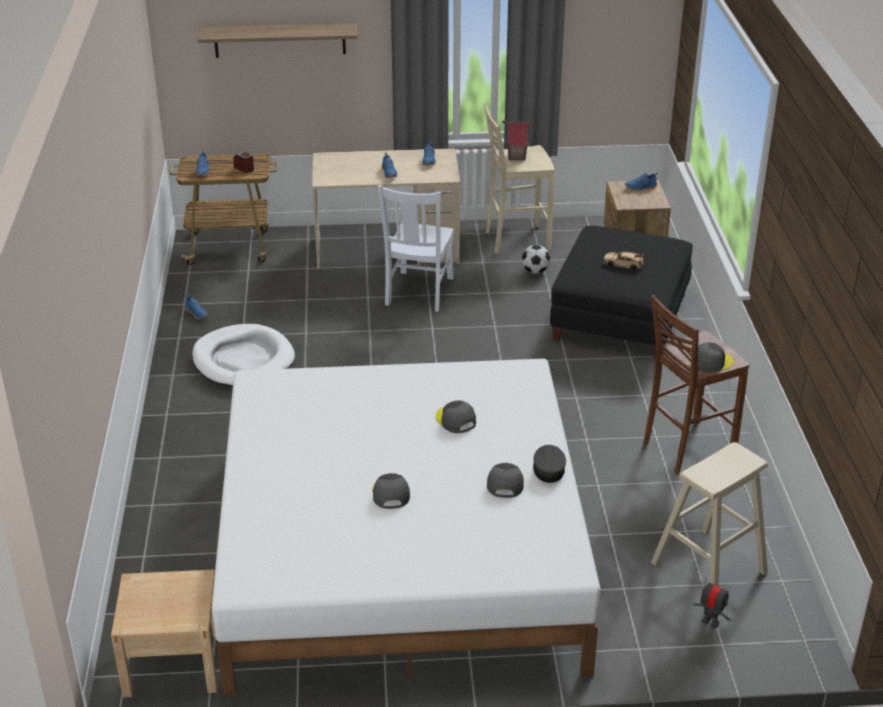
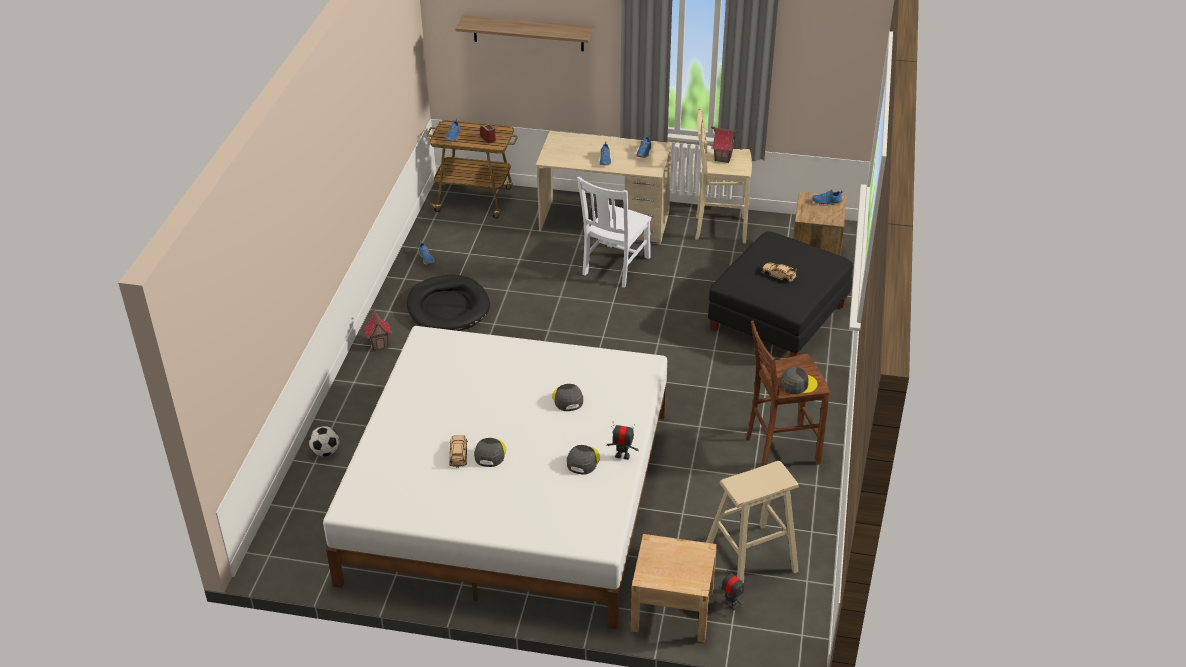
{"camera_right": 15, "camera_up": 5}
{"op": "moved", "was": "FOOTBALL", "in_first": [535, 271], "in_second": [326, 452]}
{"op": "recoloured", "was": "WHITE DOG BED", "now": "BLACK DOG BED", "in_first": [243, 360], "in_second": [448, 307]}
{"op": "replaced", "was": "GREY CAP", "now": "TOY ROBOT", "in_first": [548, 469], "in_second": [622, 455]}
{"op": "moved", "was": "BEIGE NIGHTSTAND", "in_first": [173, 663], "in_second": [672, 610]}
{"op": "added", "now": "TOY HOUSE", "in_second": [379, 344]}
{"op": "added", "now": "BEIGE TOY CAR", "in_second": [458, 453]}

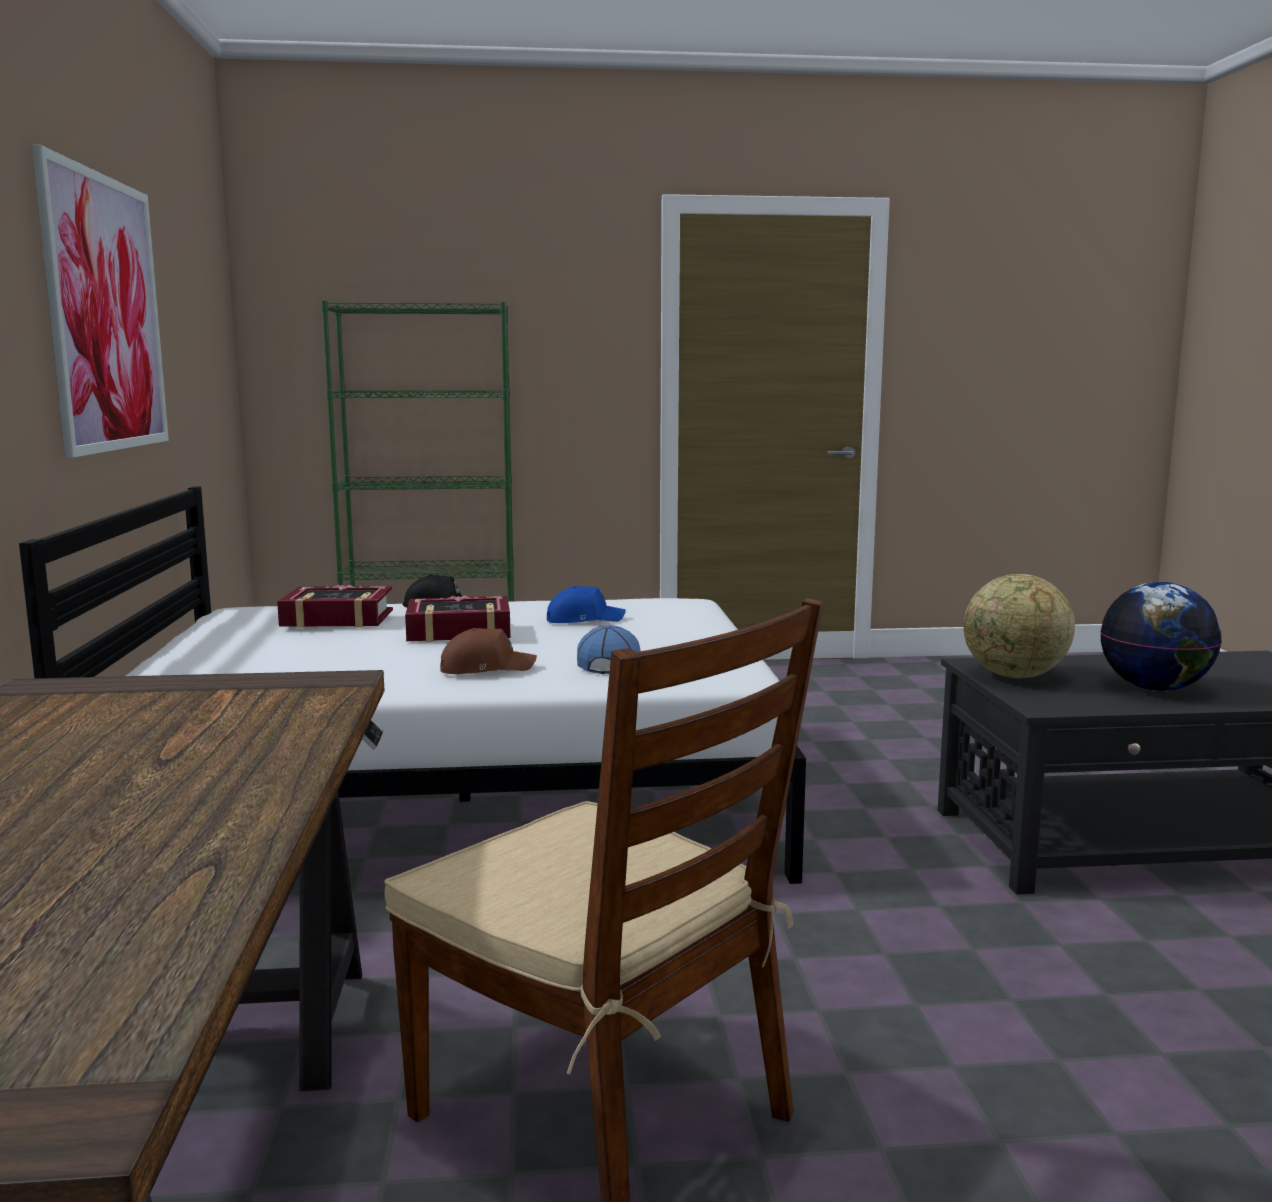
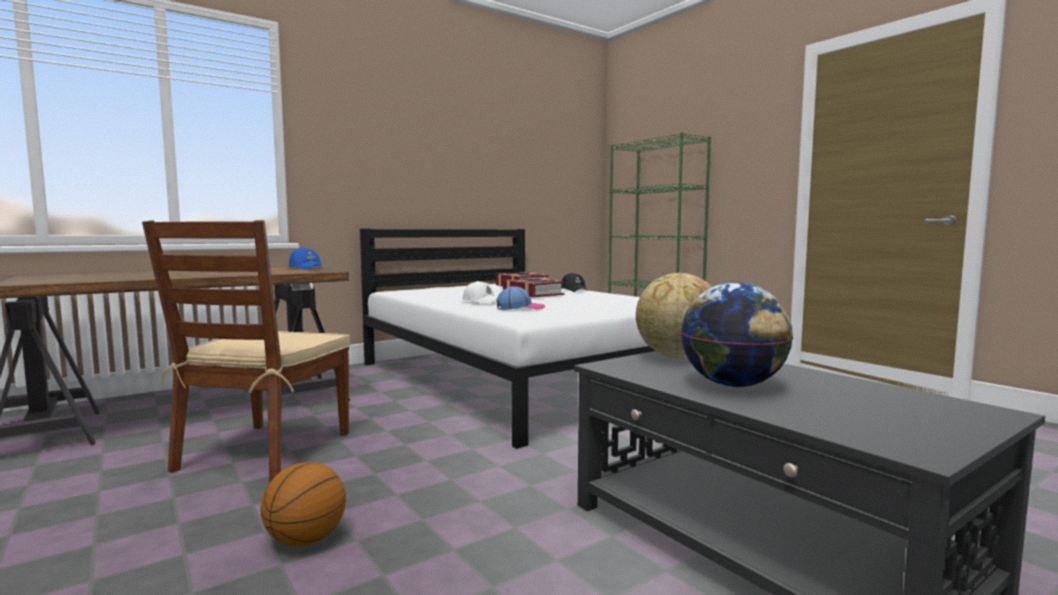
{"camera_right": 60, "camera_up": -5}
{"op": "removed", "was": "PICTURE", "in_first": [106, 313]}
{"op": "moved", "was": "BLUE CAP", "in_first": [583, 619], "in_second": [306, 268]}
{"op": "recoloured", "was": "BROWN CAP", "now": "WHITE CAP", "in_first": [486, 668], "in_second": [481, 301]}
{"op": "added", "now": "BASKETBALL", "in_second": [305, 540]}

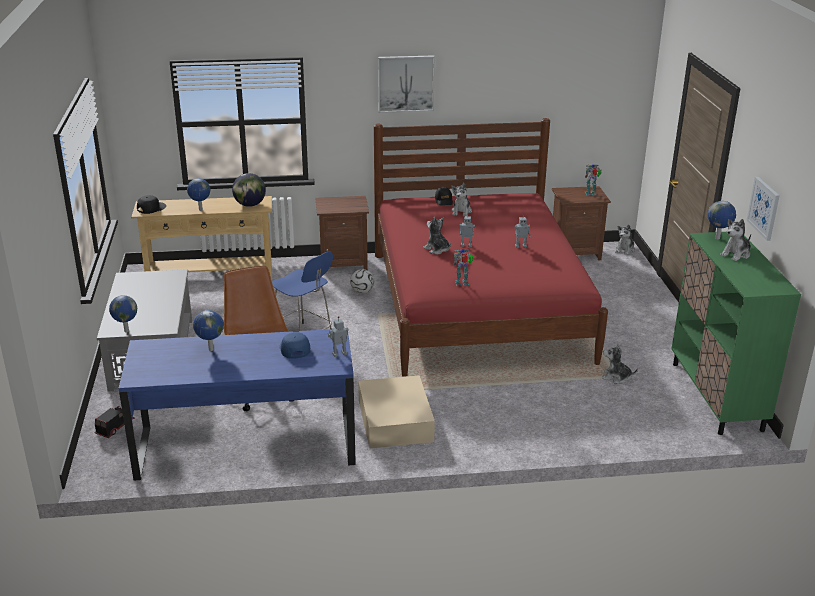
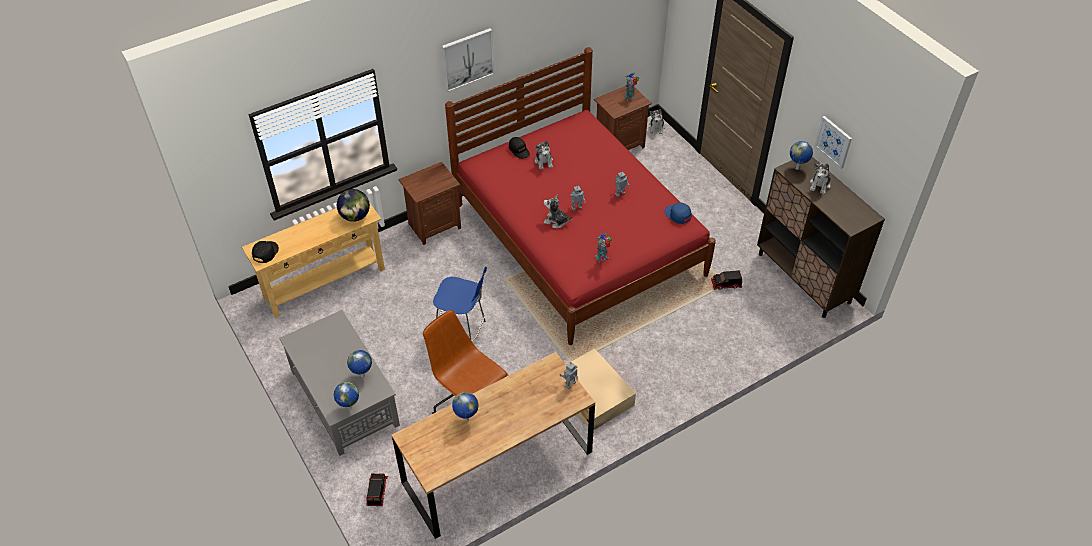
{"camera_right": -25, "camera_up": 20}
{"op": "moved", "was": "GLOBE", "in_first": [200, 210], "in_second": [362, 376]}
{"op": "recoloured", "was": "GREEN CABINET", "now": "BROWN CABINET", "in_first": [716, 396], "in_second": [804, 278]}
{"op": "removed", "was": "FOOTBALL", "in_first": [362, 291]}
{"op": "recoloured", "was": "BLUE DESK", "now": "BROWN DESK", "in_first": [246, 446], "in_second": [497, 467]}
{"op": "moved", "was": "BLUE CAP", "in_first": [294, 349], "in_second": [677, 214]}
{"op": "replaced", "was": "PLUSH TOY", "now": "TOY TRUCK", "in_first": [616, 377], "in_second": [726, 284]}

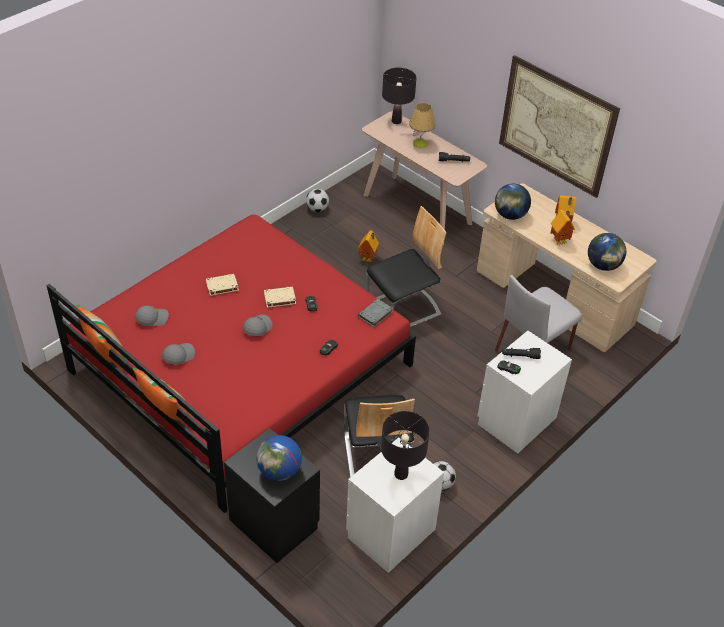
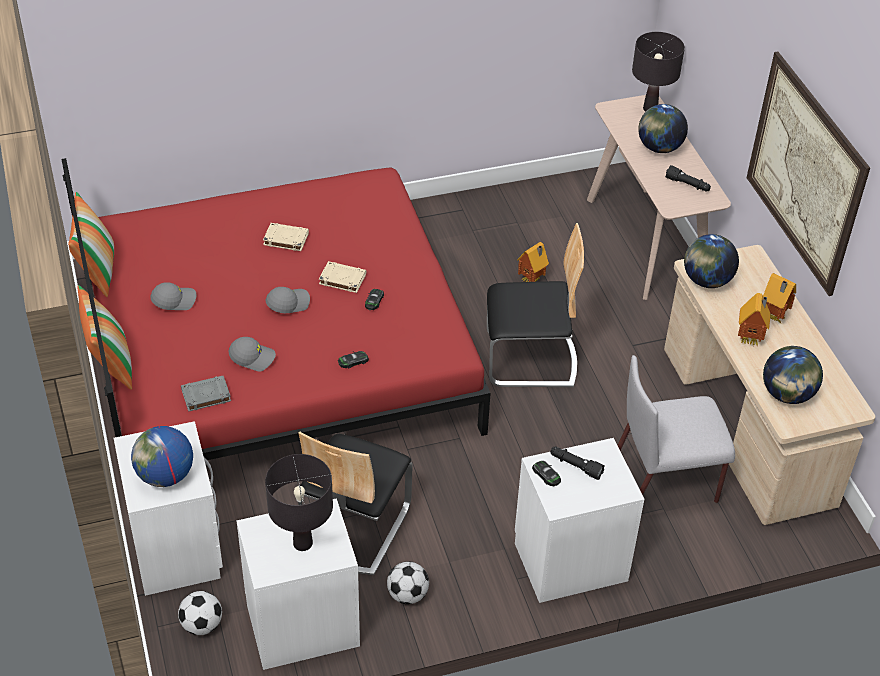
{"camera_right": 30, "camera_up": 0}
{"op": "replaced", "was": "TABLE LAMP", "now": "GLOBE", "in_first": [420, 144], "in_second": [659, 148]}
{"op": "moved", "was": "FOOTBALL", "in_first": [317, 209], "in_second": [202, 625]}
{"op": "moved", "was": "GREY BOOK", "in_first": [375, 315], "in_second": [205, 396]}
{"op": "moved", "was": "GREY CAP", "in_first": [152, 318], "in_second": [253, 357]}
{"op": "recoloured", "was": "BLACK NIGHTSTAND", "now": "WHITE NIGHTSTAND", "in_first": [274, 523], "in_second": [177, 549]}

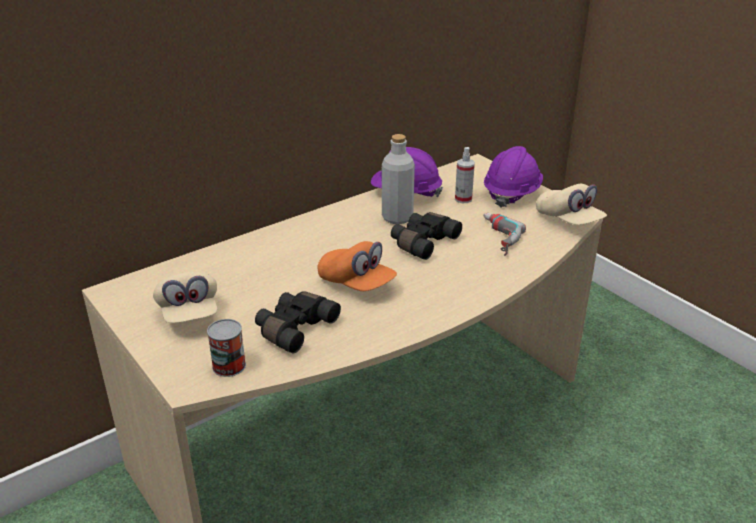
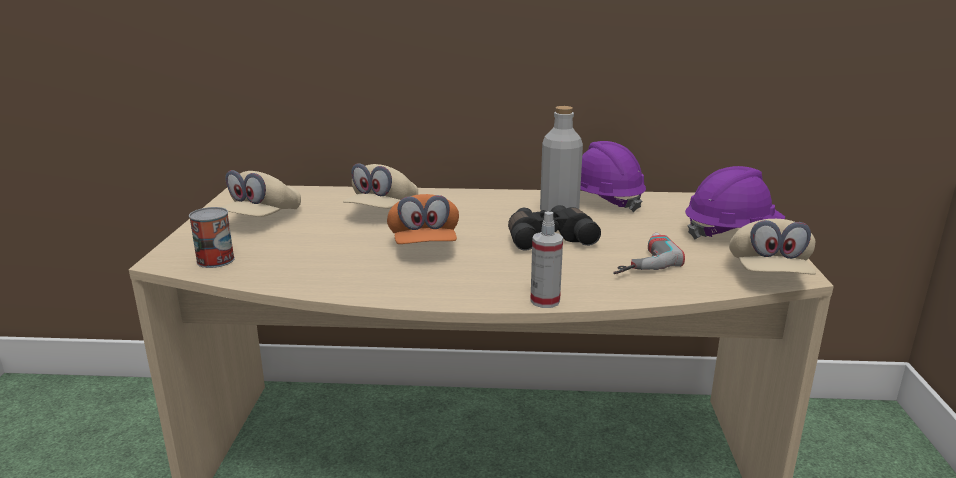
{"camera_right": 40, "camera_up": -10}
{"op": "moved", "was": "SPRAY BOTTLE", "in_first": [463, 199], "in_second": [545, 301]}
{"op": "removed", "was": "BLACK BINOCULARS", "in_first": [294, 328]}
{"op": "added", "now": "BEIGE CAP", "in_second": [382, 211]}

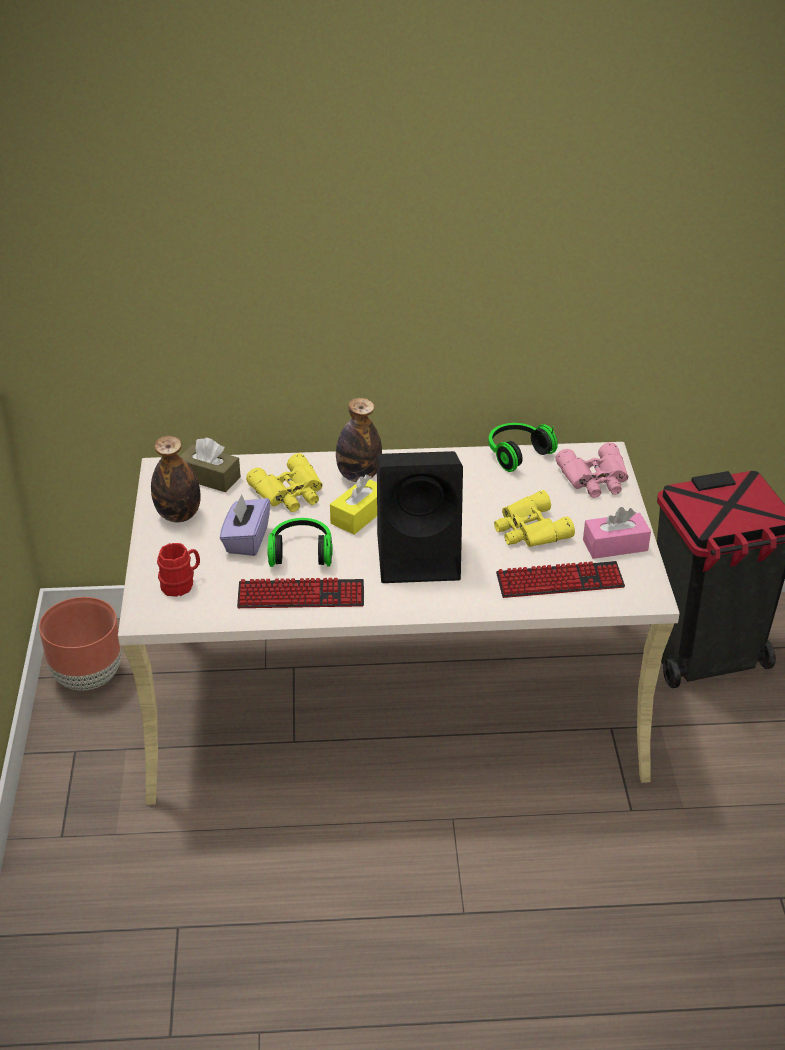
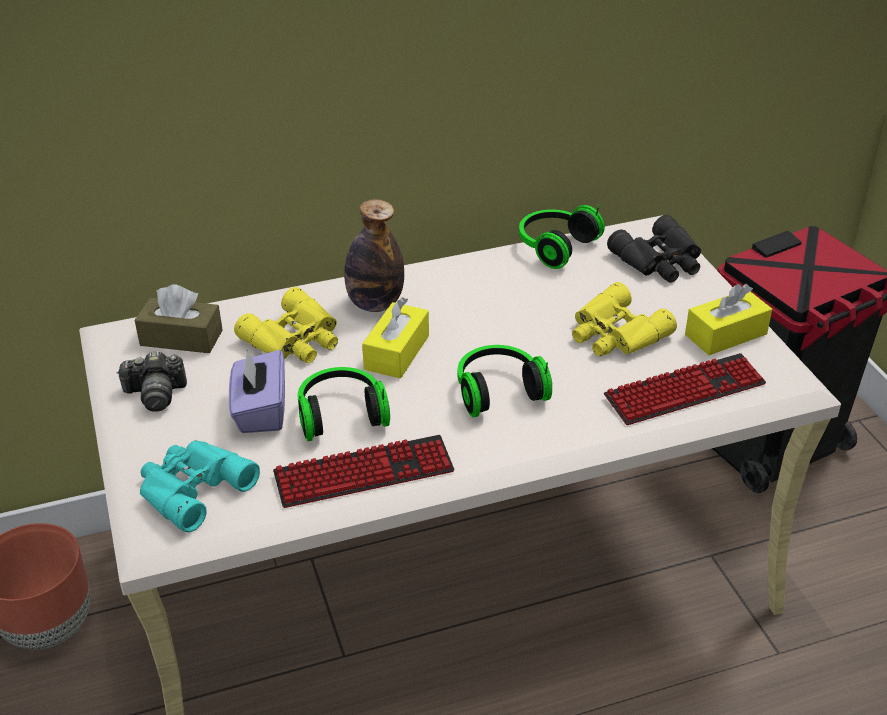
{"camera_right": -15, "camera_up": 0}
{"op": "replaced", "was": "BOTTLE", "now": "PHOTO CAMERA", "in_first": [178, 515], "in_second": [156, 394]}
{"op": "recoloured", "was": "PINK BINOCULARS", "now": "BLACK BINOCULARS", "in_first": [595, 479], "in_second": [660, 261]}
{"op": "replaced", "was": "BLACK SPEAKER", "now": "HEADPHONES", "in_first": [421, 556], "in_second": [498, 391]}
{"op": "recoloured", "was": "PINK TISSUE BOX", "now": "YELLOW TISSUE BOX", "in_first": [615, 545], "in_second": [726, 334]}
{"op": "replaced", "was": "RED MUG", "now": "TURQUOISE BINOCULARS", "in_first": [181, 583], "in_second": [191, 488]}

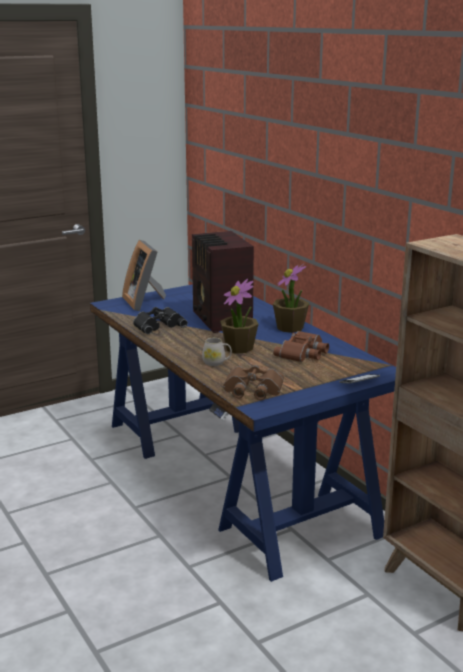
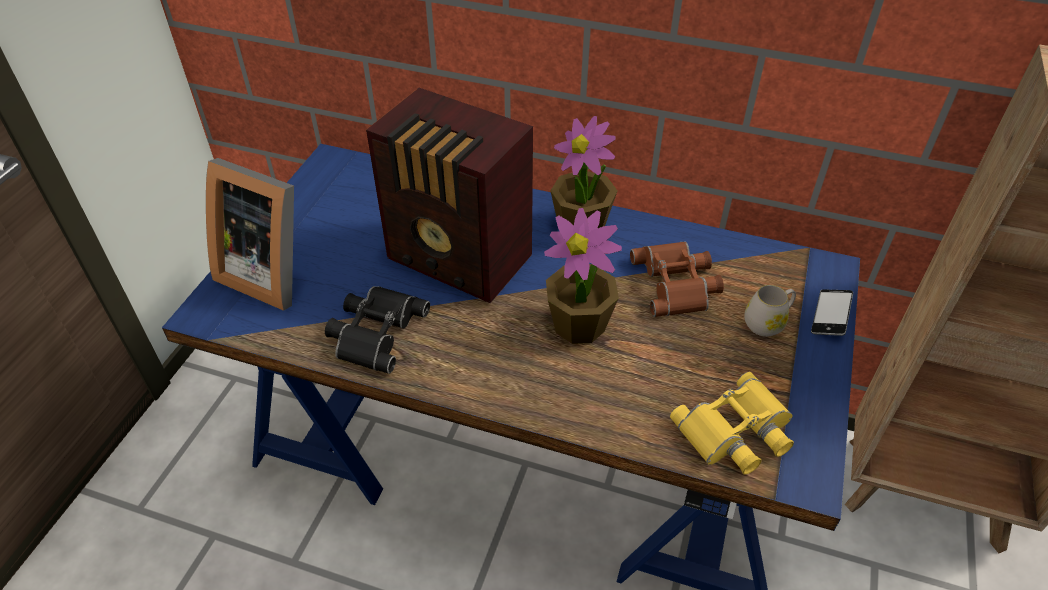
{"camera_right": -40, "camera_up": 25}
{"op": "moved", "was": "WHITE MUG", "in_first": [217, 363], "in_second": [767, 322]}
{"op": "recoloured", "was": "BROWN BINOCULARS", "now": "YELLOW BINOCULARS", "in_first": [252, 389], "in_second": [736, 432]}

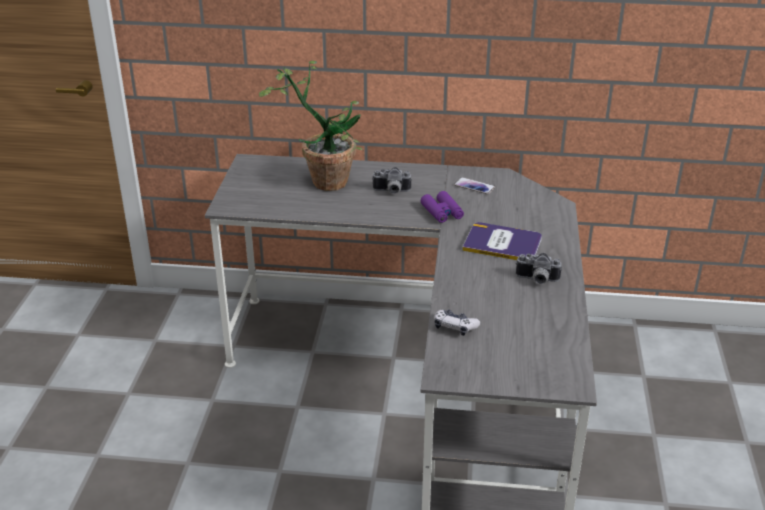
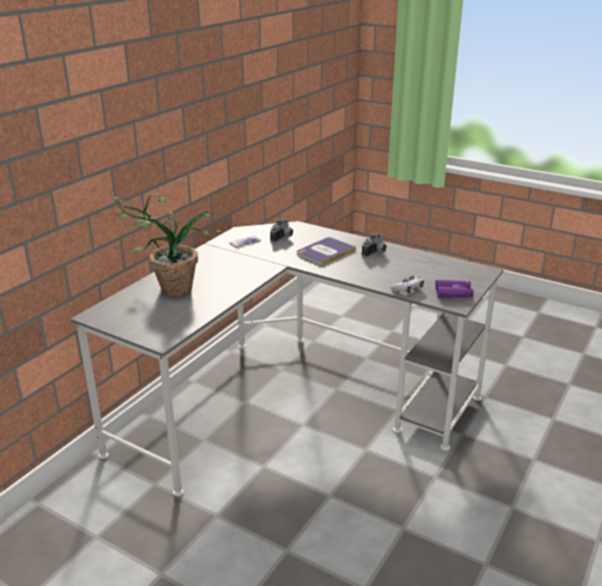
{"camera_right": -65, "camera_up": -5}
{"op": "moved", "was": "PHOTO CAMERA", "in_first": [391, 191], "in_second": [283, 238]}
{"op": "moved", "was": "PURPLE BINOCULARS", "in_first": [442, 212], "in_second": [453, 293]}

